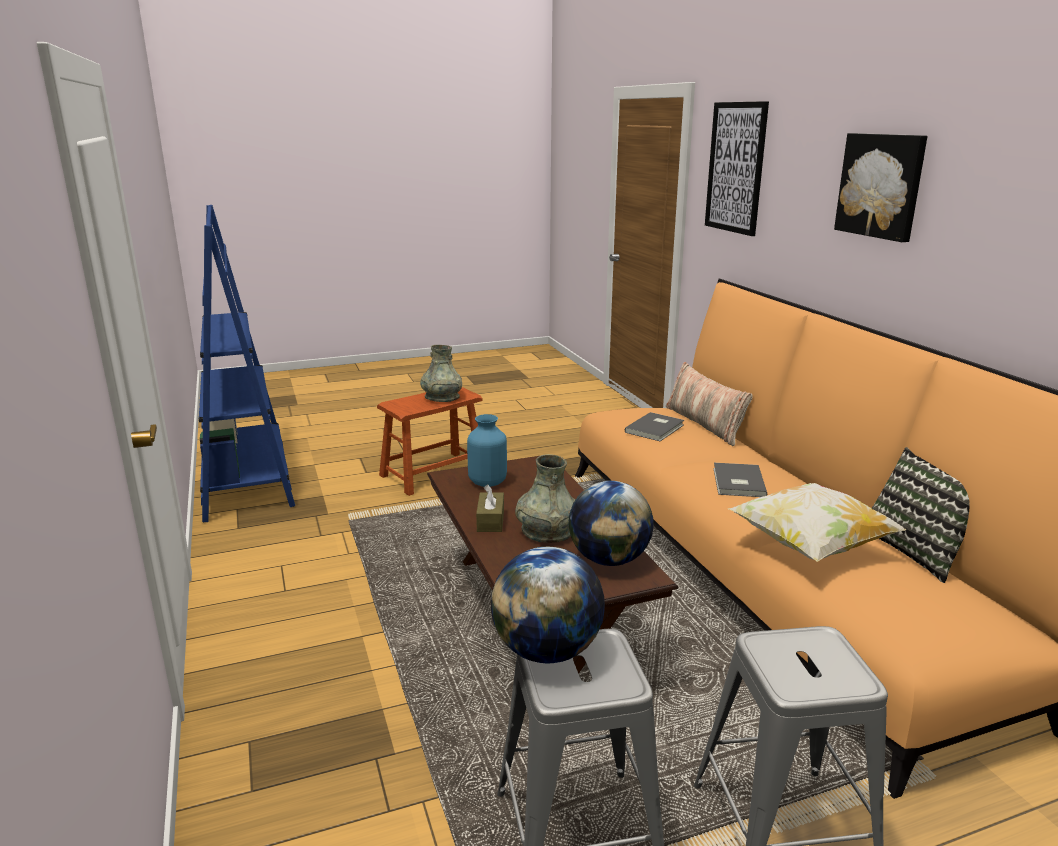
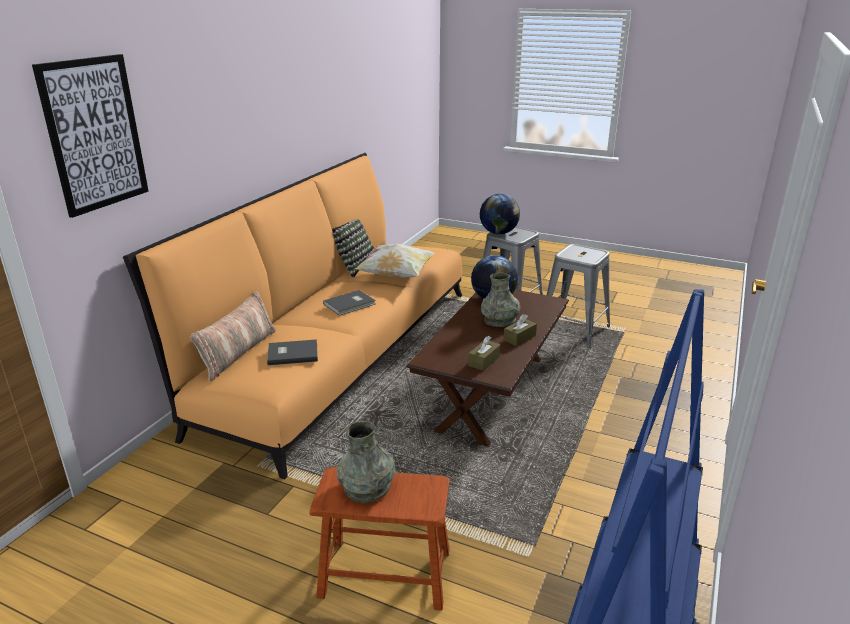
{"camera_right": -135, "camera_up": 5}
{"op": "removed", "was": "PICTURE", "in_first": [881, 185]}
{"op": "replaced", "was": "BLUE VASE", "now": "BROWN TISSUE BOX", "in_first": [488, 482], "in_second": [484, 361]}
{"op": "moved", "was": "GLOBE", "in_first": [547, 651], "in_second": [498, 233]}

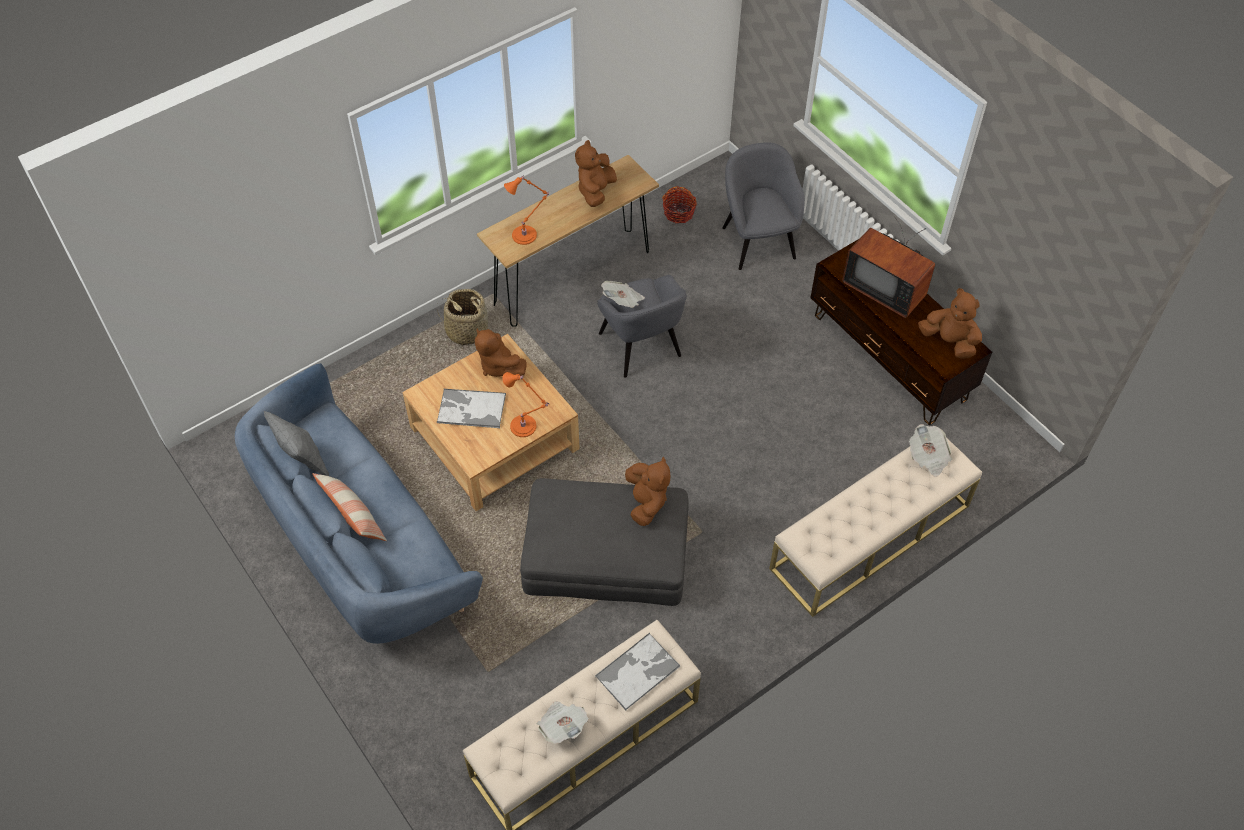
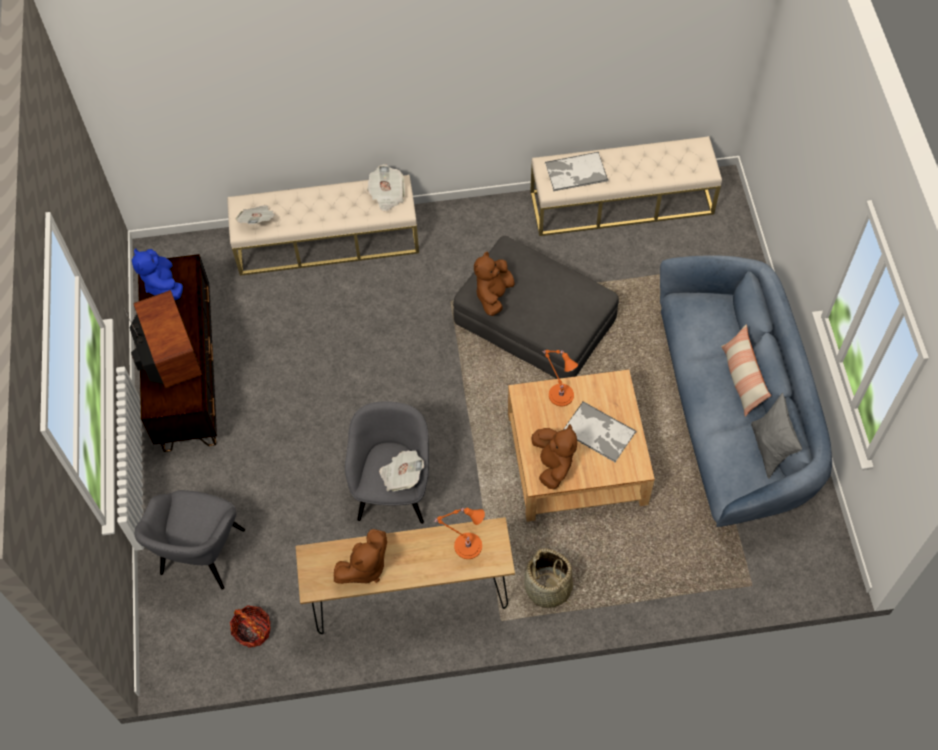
{"camera_right": -150, "camera_up": 5}
{"op": "recoloured", "was": "BROWN PLUSH TOY", "now": "BLUE PLUSH TOY", "in_first": [949, 341], "in_second": [163, 285]}
{"op": "moved", "was": "NEWSPAPER", "in_first": [562, 726], "in_second": [387, 195]}

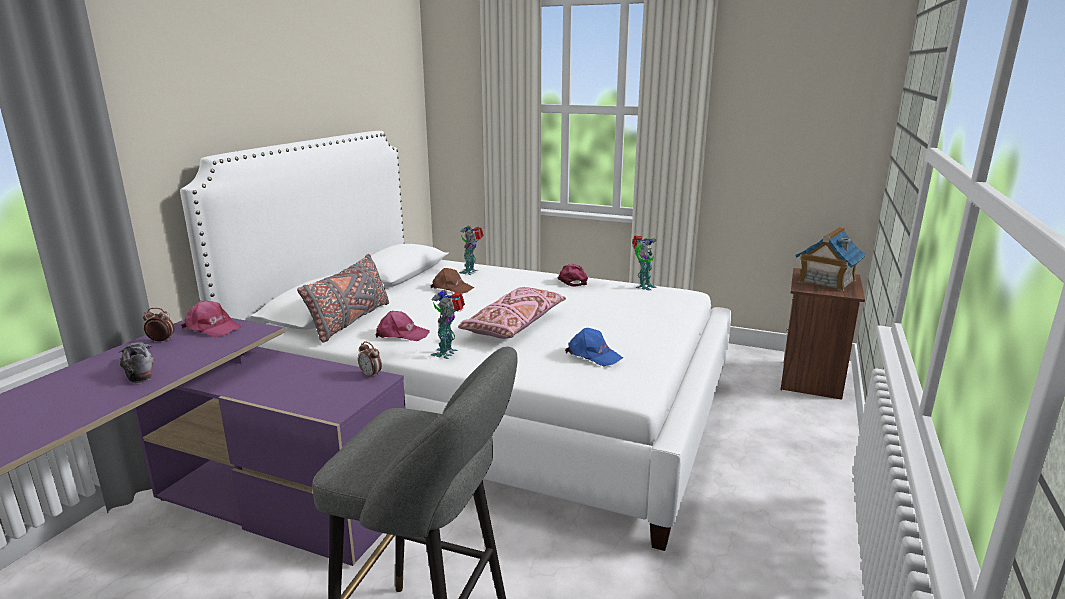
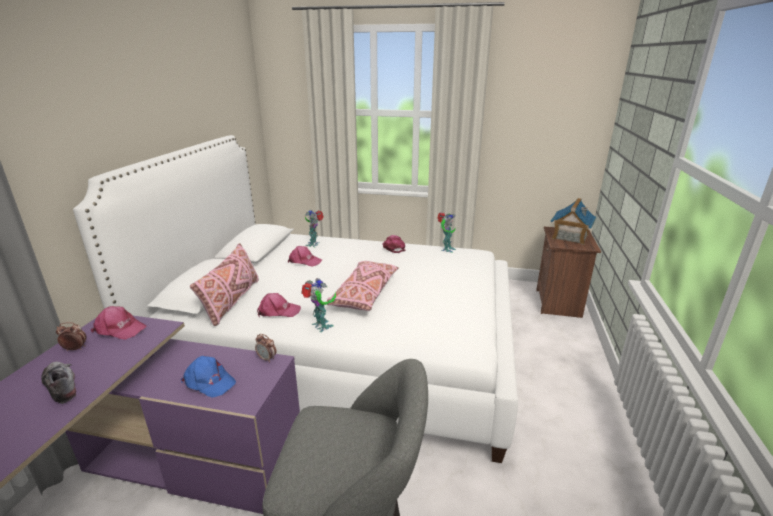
{"camera_right": -10, "camera_up": 5}
{"op": "recoloured", "was": "GREY PILLOW", "now": "PINK PILLOW", "in_first": [350, 321], "in_second": [231, 301]}
{"op": "recoloured", "was": "BROWN CAP", "now": "PINK CAP", "in_first": [452, 288], "in_second": [304, 261]}
{"op": "turned", "was": "TOY ROBOT", "in_first": [447, 353], "in_second": [321, 327], "clockwise": 135}
{"op": "moved", "was": "BLUE CAP", "in_first": [593, 355], "in_second": [209, 381]}

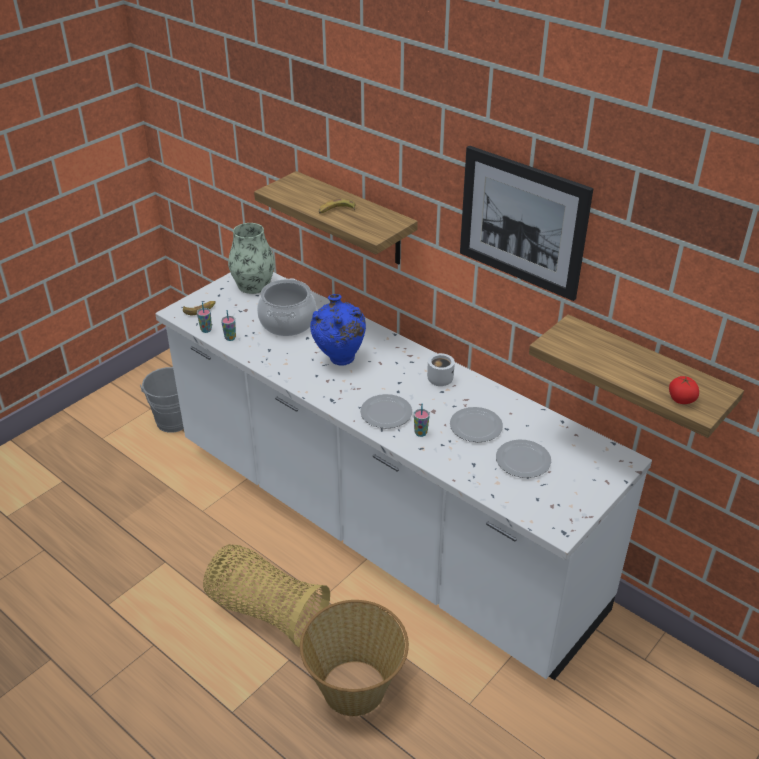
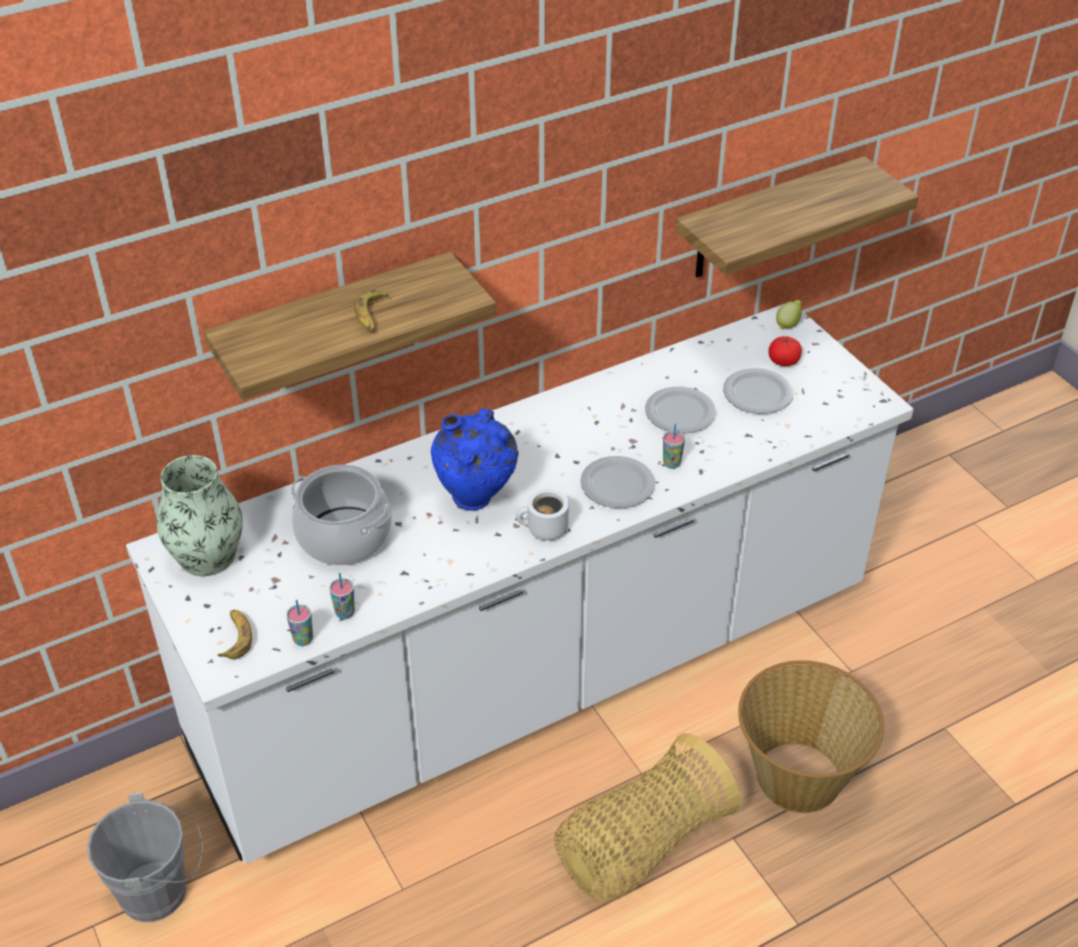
{"camera_right": -70, "camera_up": 5}
{"op": "removed", "was": "PICTURE", "in_first": [522, 222]}
{"op": "moved", "was": "WHITE MUG", "in_first": [438, 379], "in_second": [543, 530]}
{"op": "moved", "was": "TOMATO", "in_first": [681, 399], "in_second": [783, 361]}
{"op": "added", "now": "LEMON", "in_second": [788, 324]}

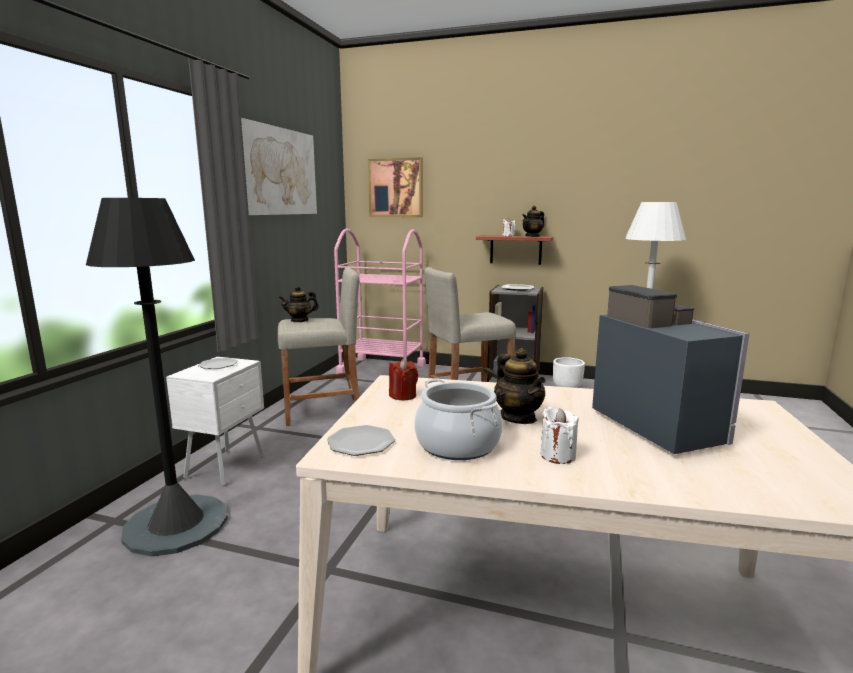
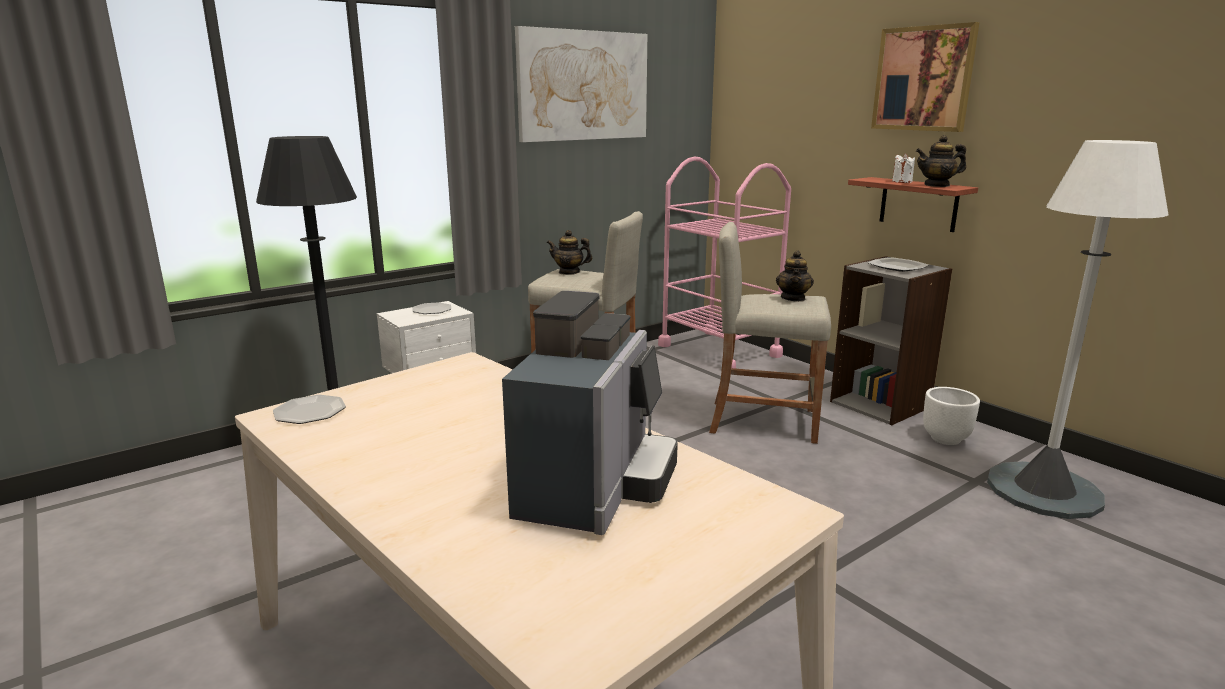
{"camera_right": 35, "camera_up": 5}
{"op": "moved", "was": "PICTURE", "in_first": [396, 188], "in_second": [923, 79]}
{"op": "moved", "was": "TEAPOT", "in_first": [518, 418], "in_second": [793, 298]}
{"op": "removed", "was": "RED CANDLE", "in_first": [403, 396]}
{"op": "removed", "was": "COOKING POT", "in_first": [457, 445]}
{"op": "removed", "was": "WHITE CANDLE", "in_first": [557, 456]}

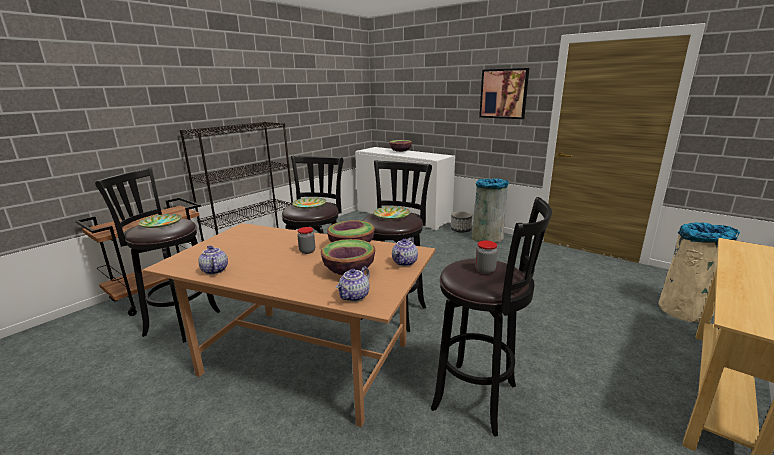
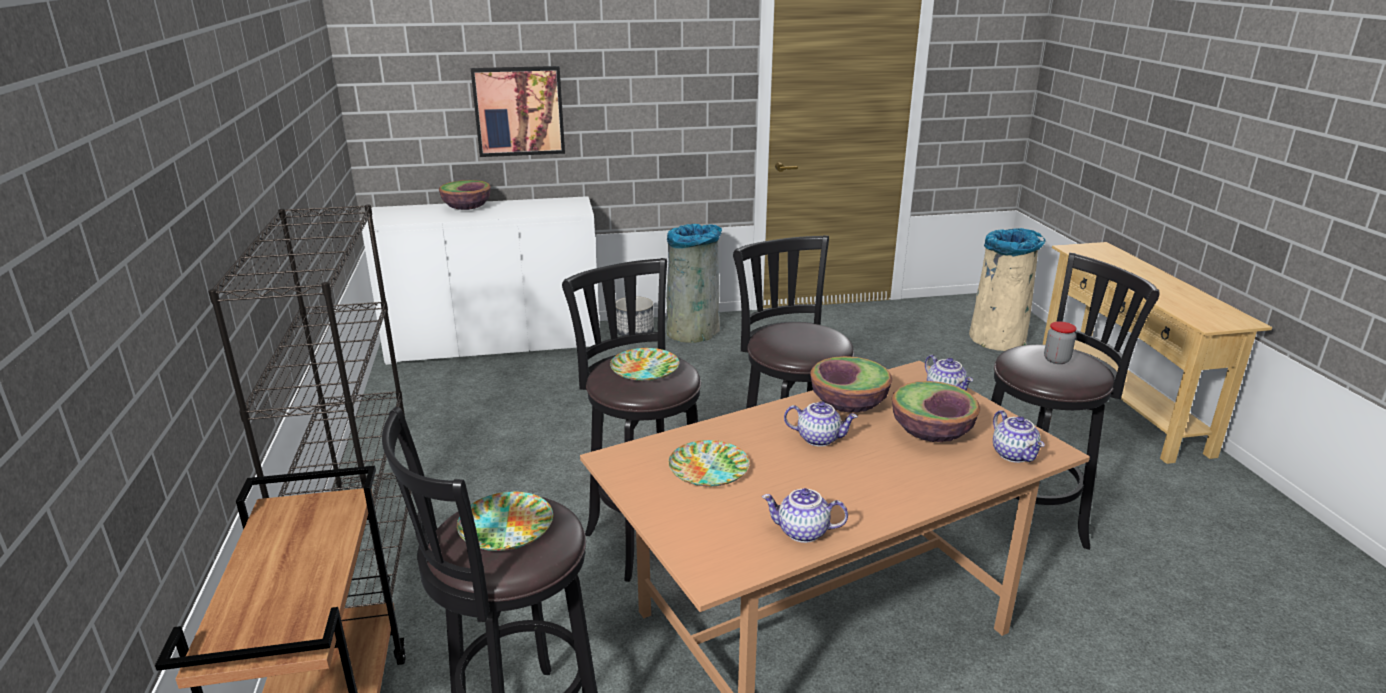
{"camera_right": -50, "camera_up": 5}
{"op": "moved", "was": "PICTURE", "in_first": [503, 94], "in_second": [519, 111]}
{"op": "moved", "was": "PLATE", "in_first": [392, 215], "in_second": [709, 468]}
{"op": "replaced", "was": "JAR", "now": "TEAPOT", "in_first": [307, 251], "in_second": [819, 438]}

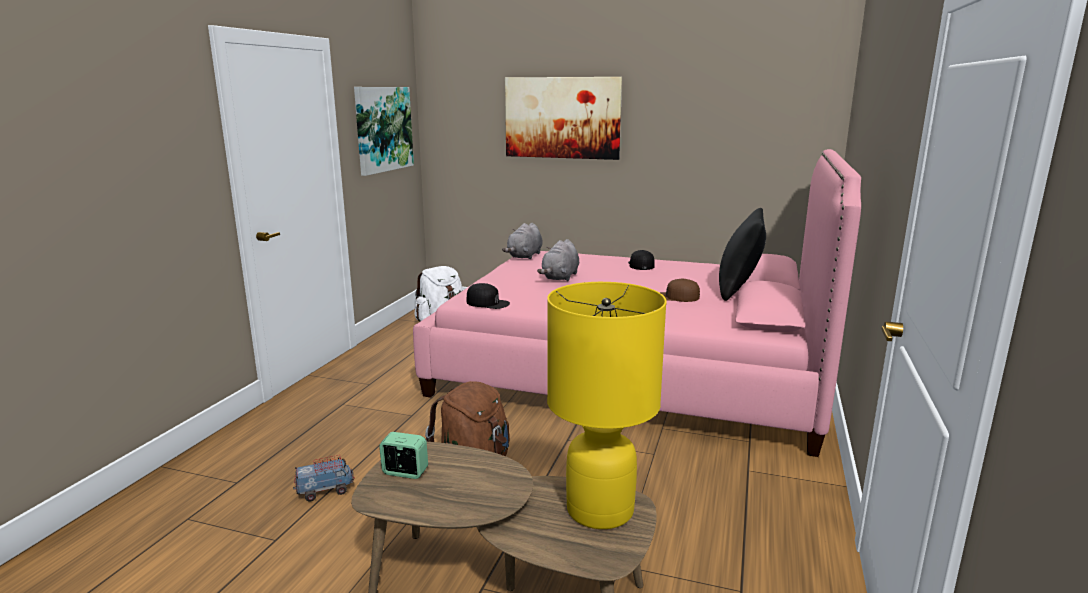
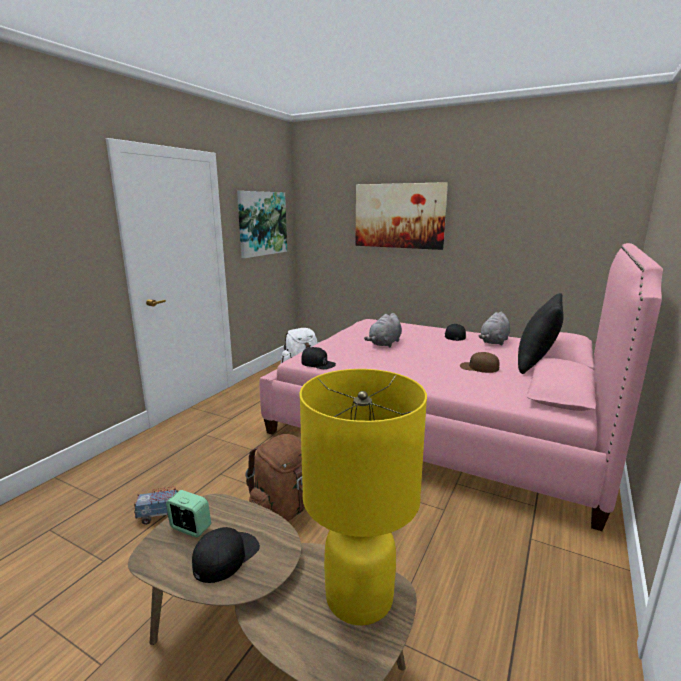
{"camera_right": 10, "camera_up": 0}
{"op": "moved", "was": "GREY PLUSH TOY", "in_first": [524, 256], "in_second": [494, 342]}
{"op": "added", "now": "BLACK CAP", "in_second": [226, 556]}

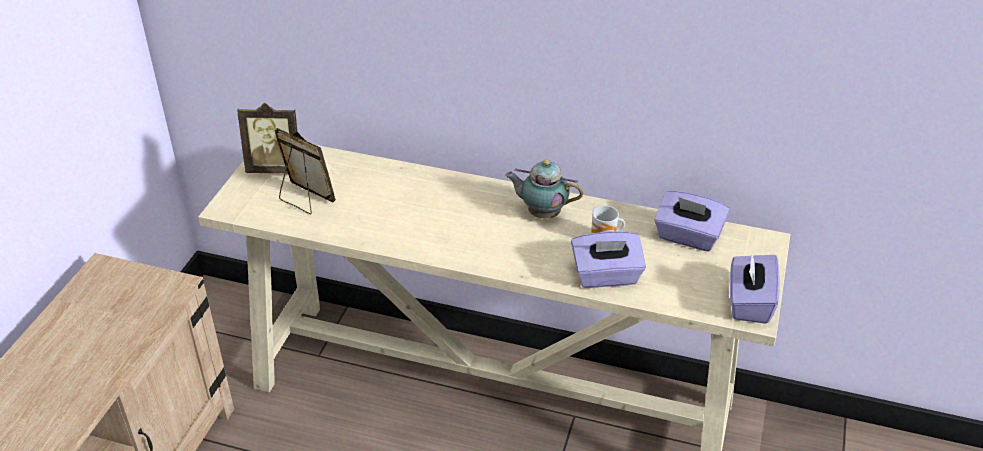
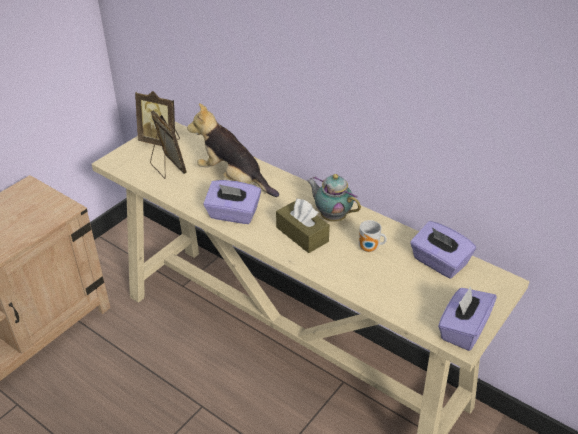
{"camera_right": 20, "camera_up": 0}
{"op": "moved", "was": "PURPLE TISSUE BOX", "in_first": [606, 276], "in_second": [233, 214]}
{"op": "added", "now": "PLUSH TOY", "in_second": [234, 179]}
{"op": "added", "now": "BROWN TISSUE BOX", "in_second": [302, 234]}

